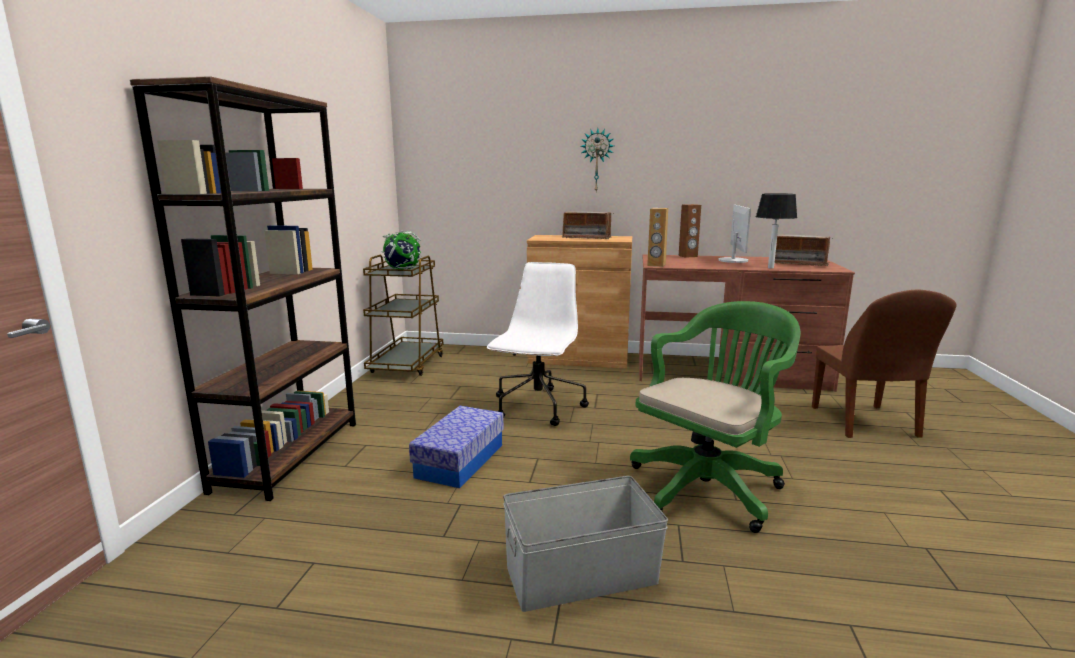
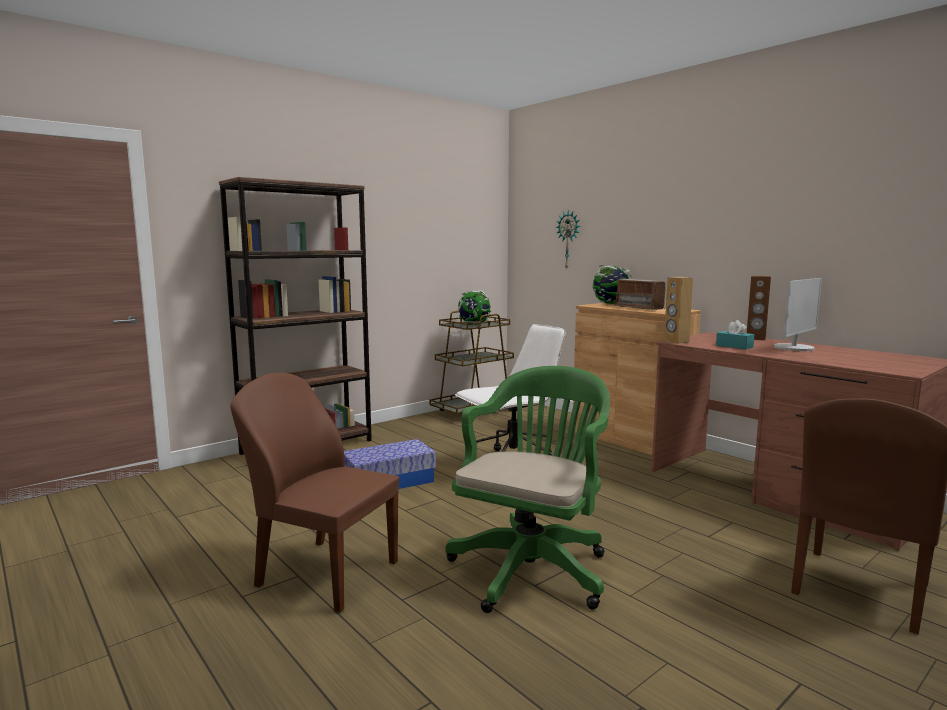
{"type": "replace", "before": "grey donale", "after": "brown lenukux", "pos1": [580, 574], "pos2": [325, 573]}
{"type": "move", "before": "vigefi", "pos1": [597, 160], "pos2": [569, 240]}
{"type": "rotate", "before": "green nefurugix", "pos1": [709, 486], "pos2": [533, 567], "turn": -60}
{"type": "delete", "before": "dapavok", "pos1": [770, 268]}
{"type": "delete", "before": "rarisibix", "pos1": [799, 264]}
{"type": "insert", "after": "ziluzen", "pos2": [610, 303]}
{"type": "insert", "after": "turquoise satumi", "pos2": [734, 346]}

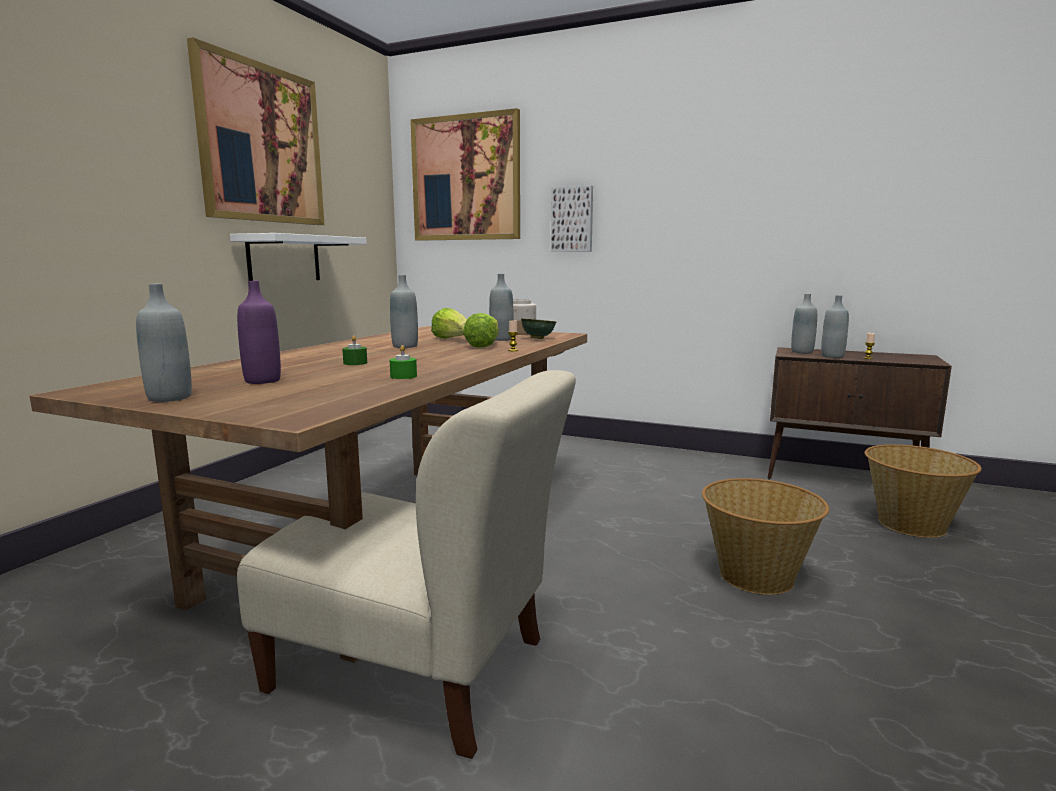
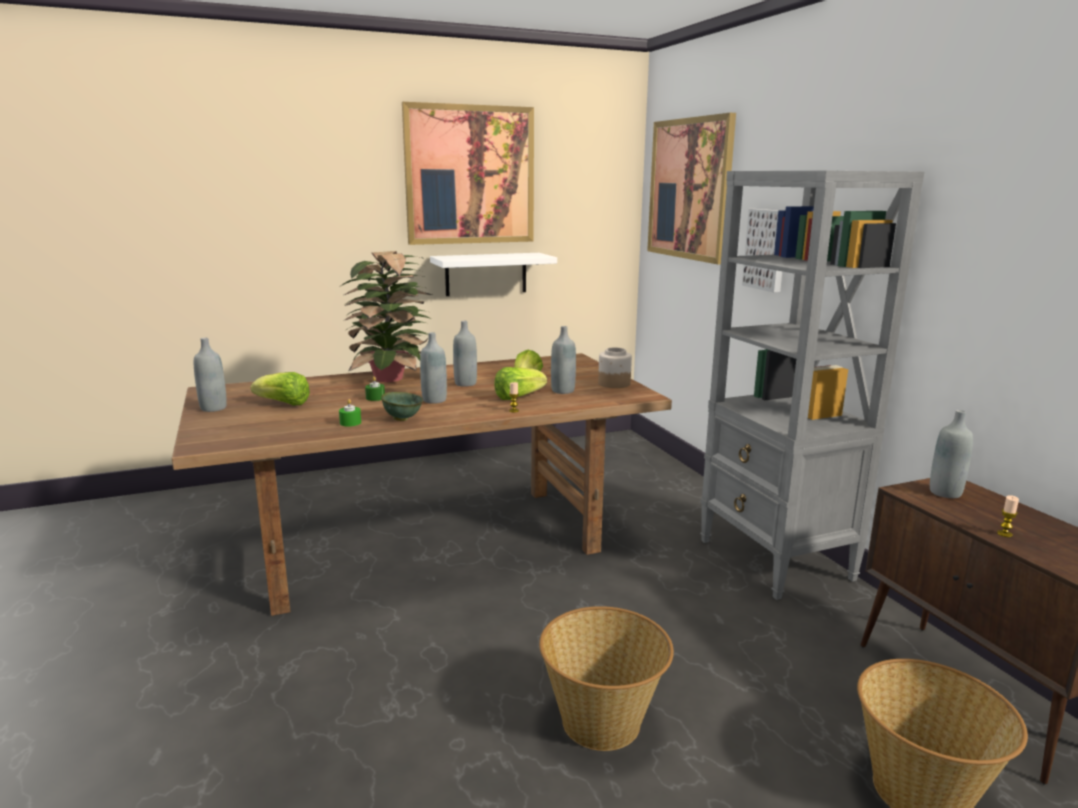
{"type": "replace", "before": "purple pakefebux", "after": "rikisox", "pos1": [262, 381], "pos2": [284, 404]}
{"type": "delete", "before": "beige lenukux", "pos1": [418, 670]}
{"type": "move", "before": "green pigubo", "pos1": [537, 339], "pos2": [402, 419]}
{"type": "move", "before": "grey pakefebux", "pos1": [832, 356], "pos2": [434, 400]}
{"type": "insert", "after": "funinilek", "pos2": [391, 379]}
{"type": "insert", "after": "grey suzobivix", "pos2": [775, 560]}

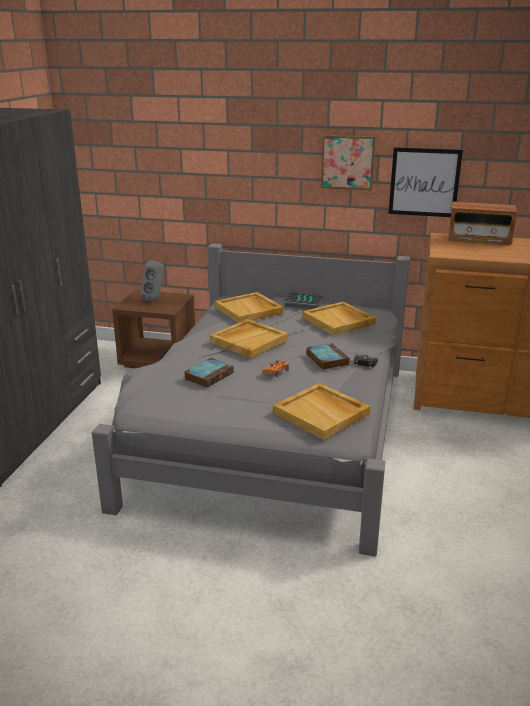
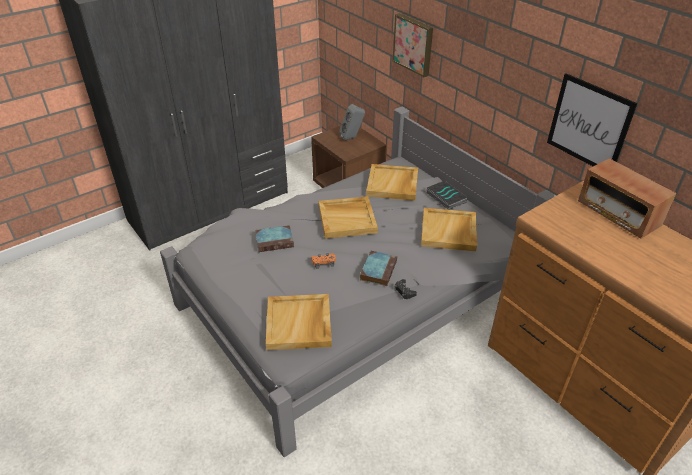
{"type": "move", "before": "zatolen", "pos1": [348, 162], "pos2": [414, 44]}

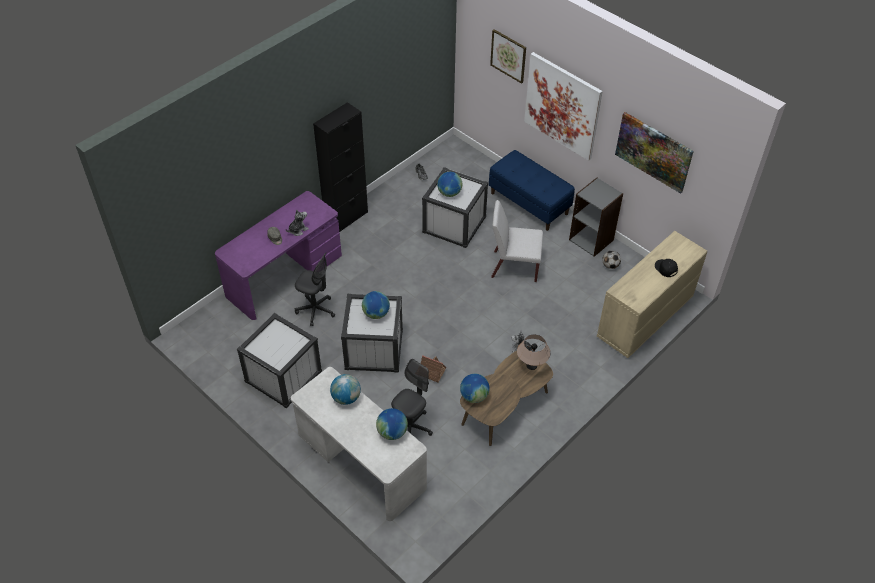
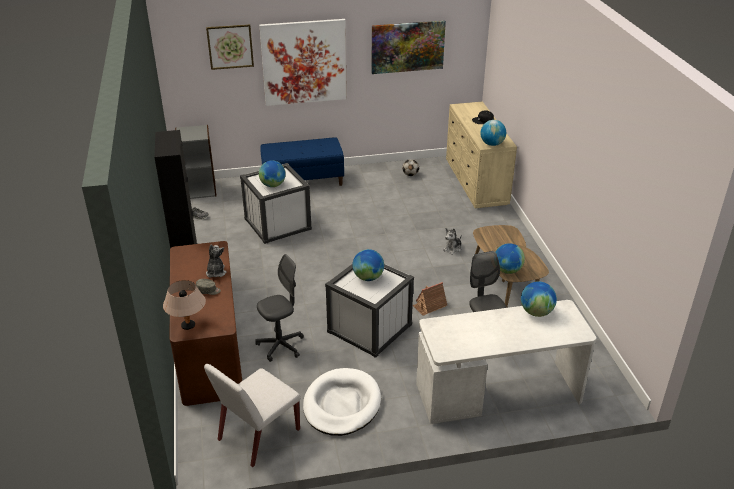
{"type": "recolor", "before": "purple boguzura", "after": "brown boguzura", "pos1": [284, 275], "pos2": [209, 349]}
{"type": "replace", "before": "white donale", "after": "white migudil", "pos1": [283, 376], "pos2": [341, 404]}
{"type": "move", "before": "ziluzen", "pos1": [346, 398], "pos2": [492, 144]}
{"type": "move", "before": "white lenukux", "pos1": [514, 266], "pos2": [258, 435]}
{"type": "move", "before": "beige dapavok", "pos1": [531, 365], "pos2": [188, 325]}
{"type": "move", "before": "grey suzobivix", "pos1": [591, 240], "pos2": [200, 189]}

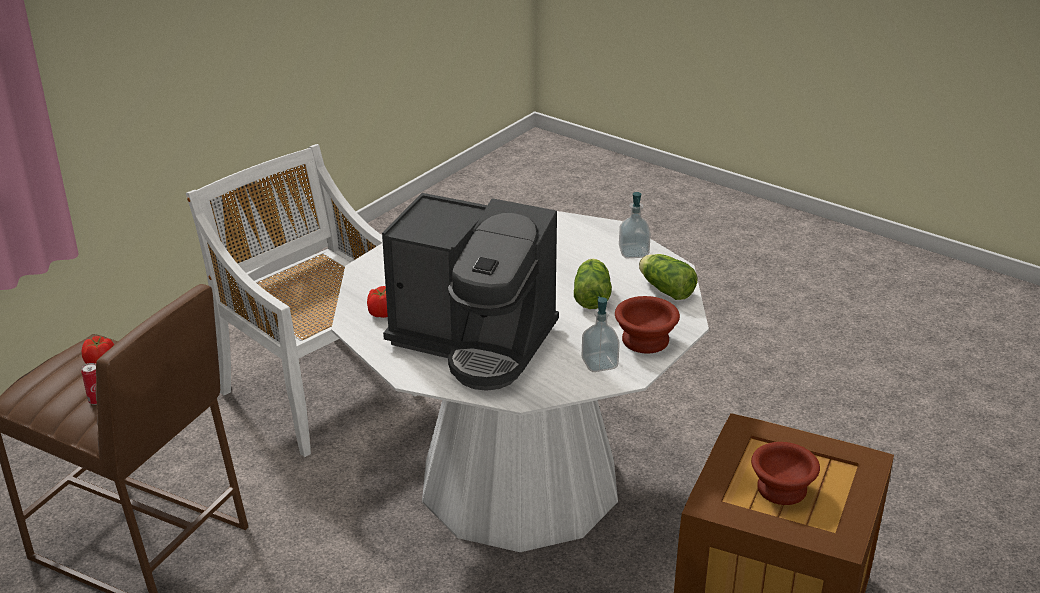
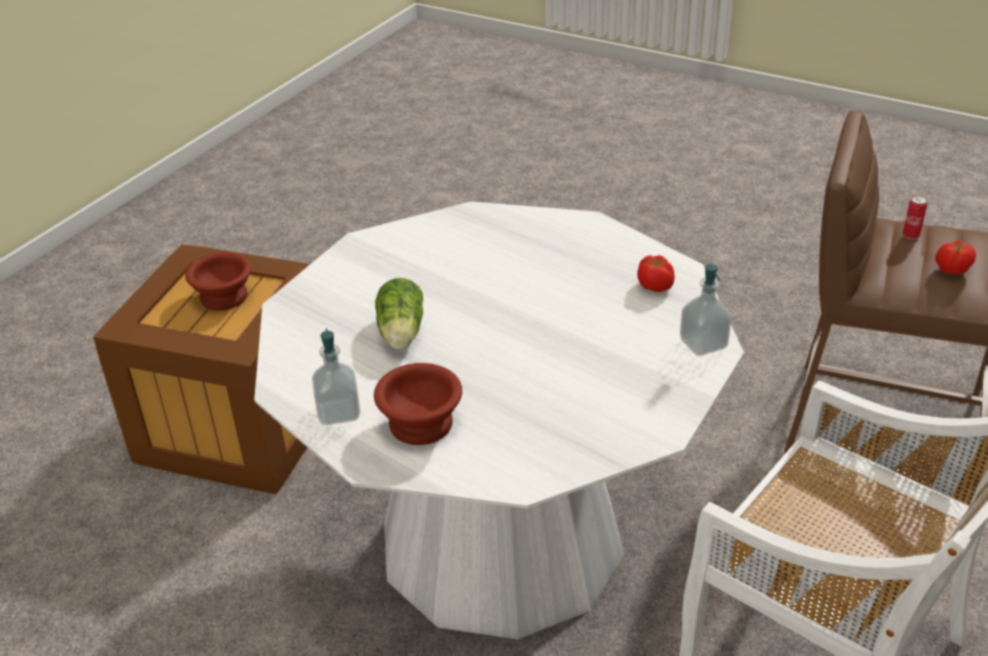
{"type": "delete", "before": "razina", "pos1": [474, 341]}
{"type": "move", "before": "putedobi", "pos1": [599, 364], "pos2": [703, 344]}
{"type": "move", "before": "brown pigubo", "pos1": [644, 341], "pos2": [422, 422]}
{"type": "delete", "before": "rikisox", "pos1": [664, 288]}

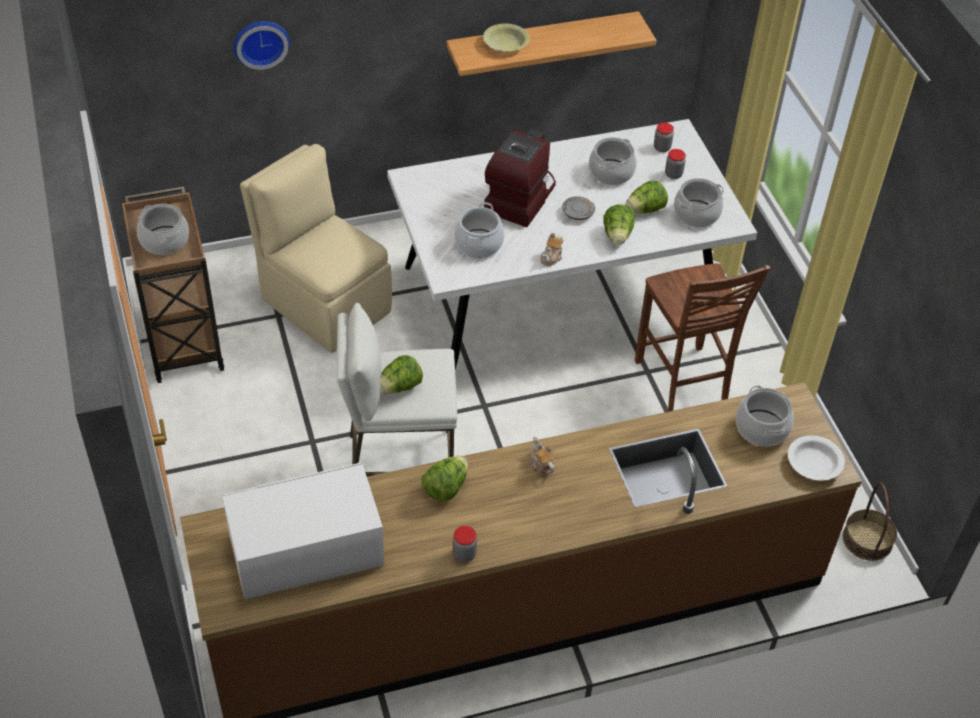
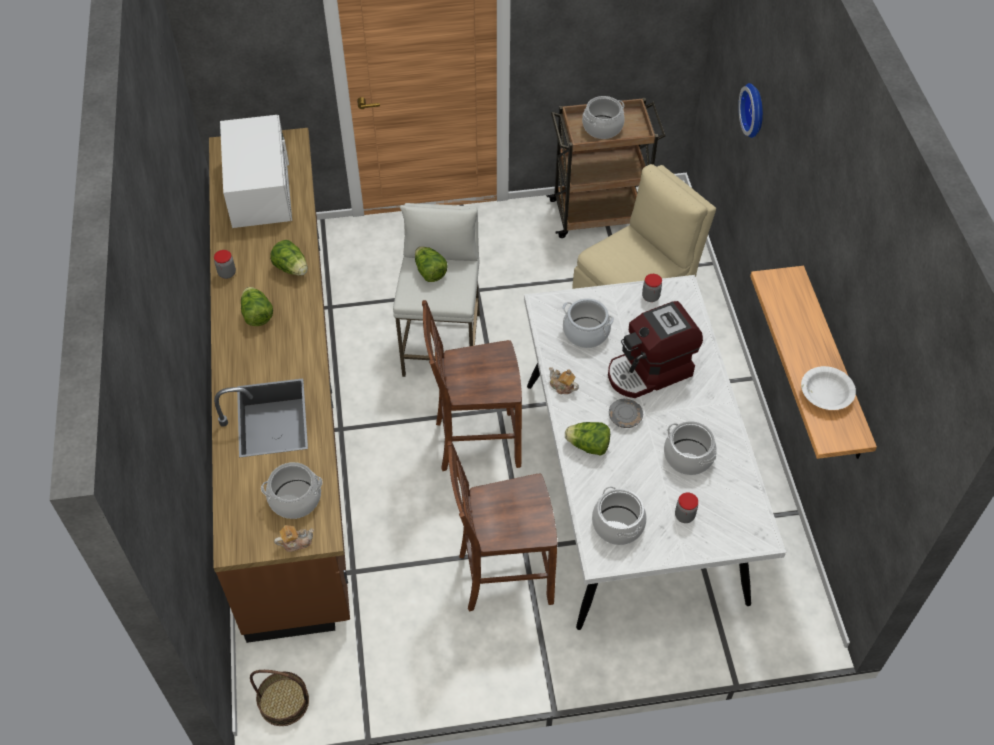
{"type": "delete", "before": "yellow pigubo", "pos1": [505, 44]}
{"type": "rotate", "before": "razina", "pos1": [520, 198], "pos2": [649, 372], "turn": 120}
{"type": "move", "before": "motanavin", "pos1": [541, 464], "pos2": [296, 542]}
{"type": "move", "before": "rikisox", "pos1": [645, 210], "pos2": [257, 315]}
{"type": "move", "before": "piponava", "pos1": [662, 148], "pos2": [650, 297]}
{"type": "move", "before": "white pigubo", "pos1": [813, 464], "pos2": [826, 393]}
{"type": "insert", "after": "brown lenukux", "pos2": [475, 442]}

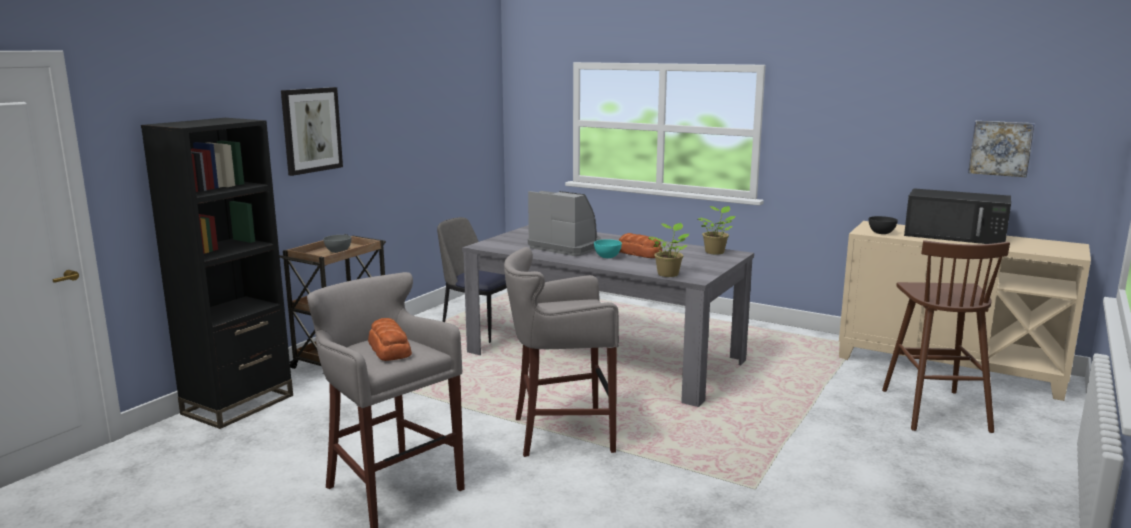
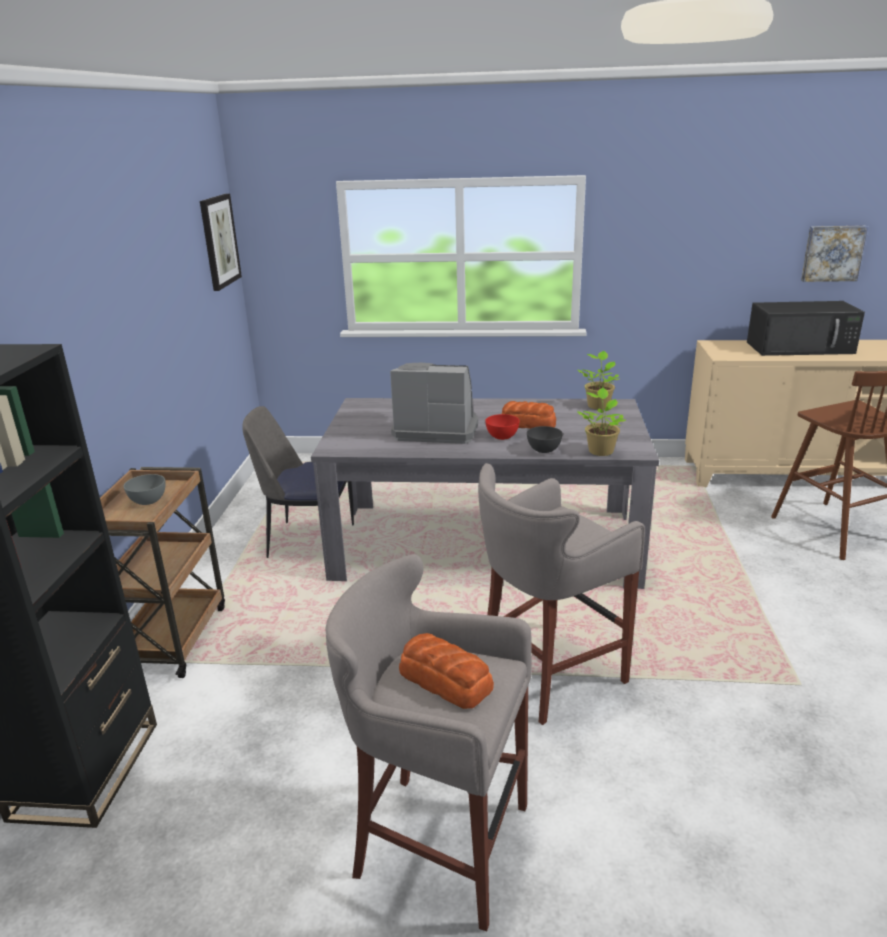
{"type": "move", "before": "zatolen", "pos1": [311, 130], "pos2": [219, 241]}
{"type": "recolor", "before": "turquoise pigubo", "after": "red pigubo", "pos1": [607, 257], "pos2": [502, 437]}
{"type": "move", "before": "grey pigubo", "pos1": [881, 233], "pos2": [543, 450]}

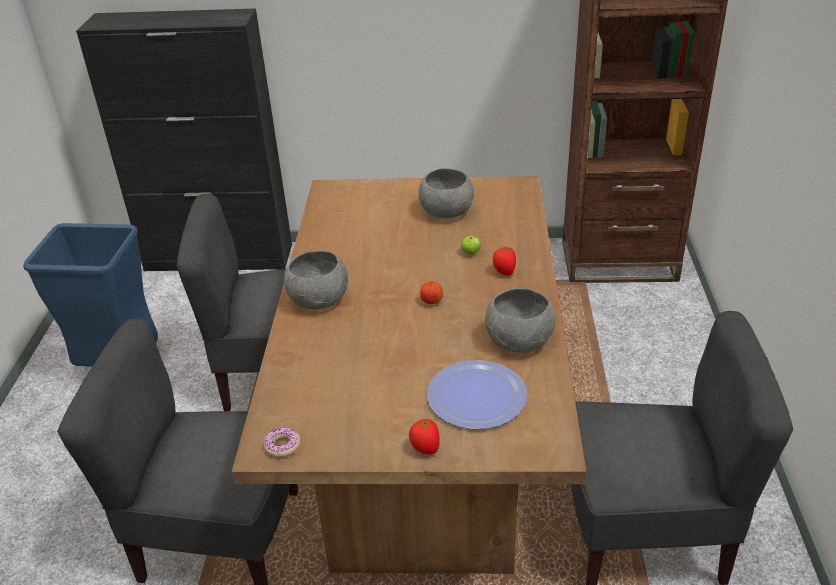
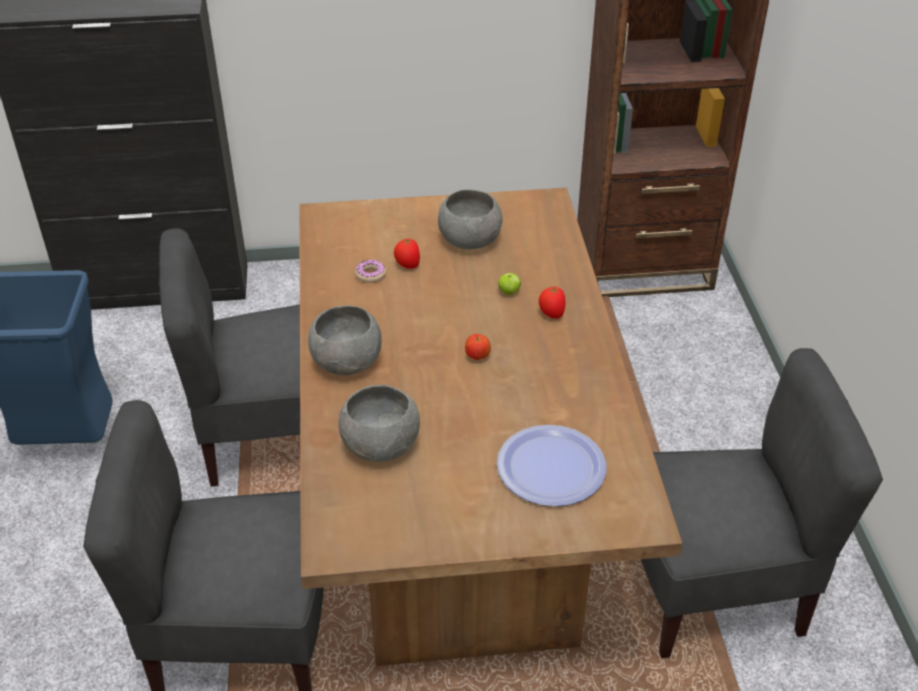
{"type": "move", "before": "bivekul", "pos1": [282, 446], "pos2": [370, 275]}
{"type": "move", "before": "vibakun", "pos1": [425, 449], "pos2": [407, 266]}
{"type": "move", "before": "grey pigubo", "pos1": [520, 341], "pos2": [381, 445]}

